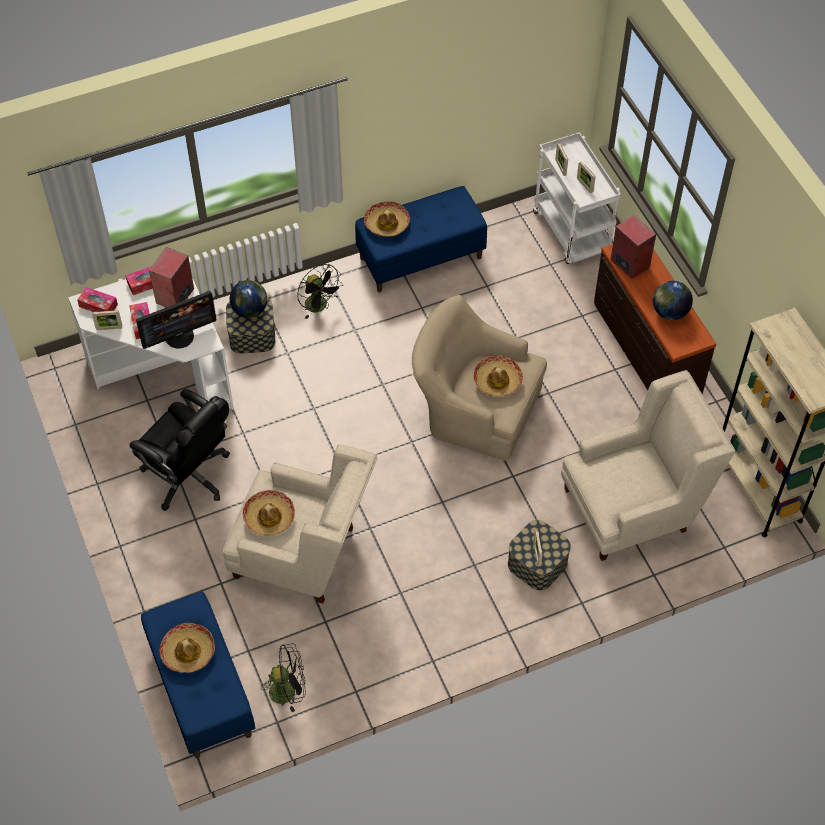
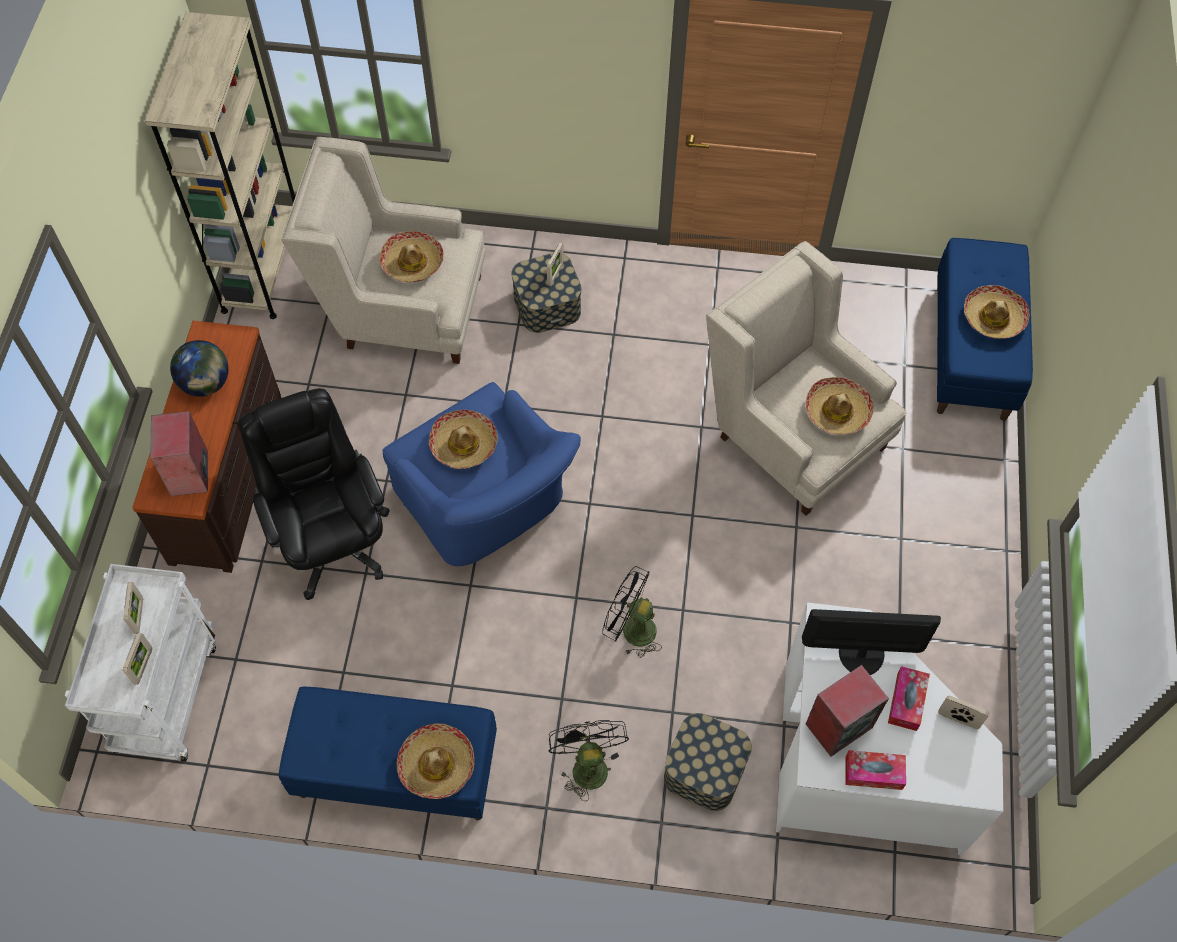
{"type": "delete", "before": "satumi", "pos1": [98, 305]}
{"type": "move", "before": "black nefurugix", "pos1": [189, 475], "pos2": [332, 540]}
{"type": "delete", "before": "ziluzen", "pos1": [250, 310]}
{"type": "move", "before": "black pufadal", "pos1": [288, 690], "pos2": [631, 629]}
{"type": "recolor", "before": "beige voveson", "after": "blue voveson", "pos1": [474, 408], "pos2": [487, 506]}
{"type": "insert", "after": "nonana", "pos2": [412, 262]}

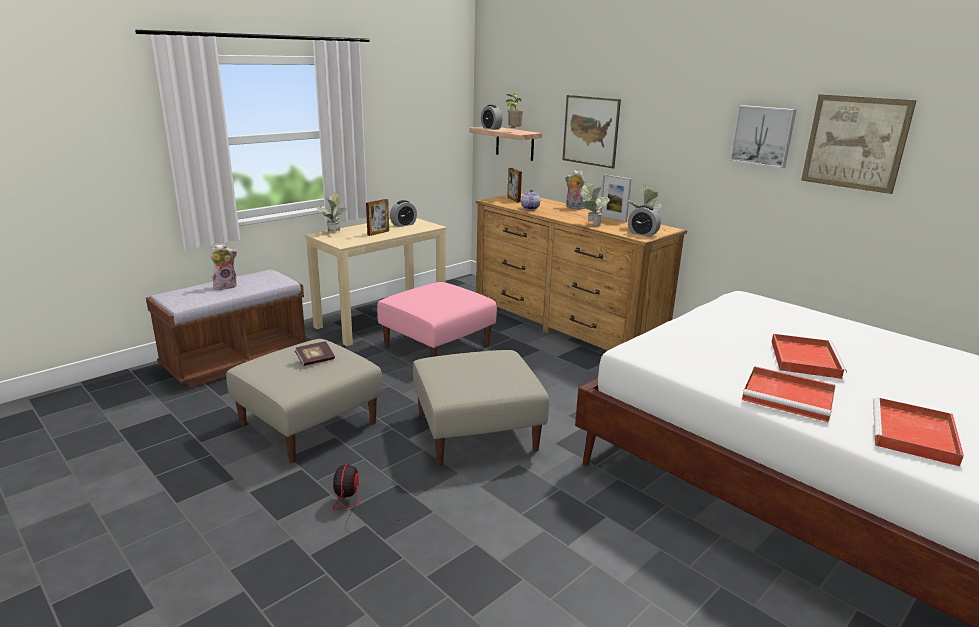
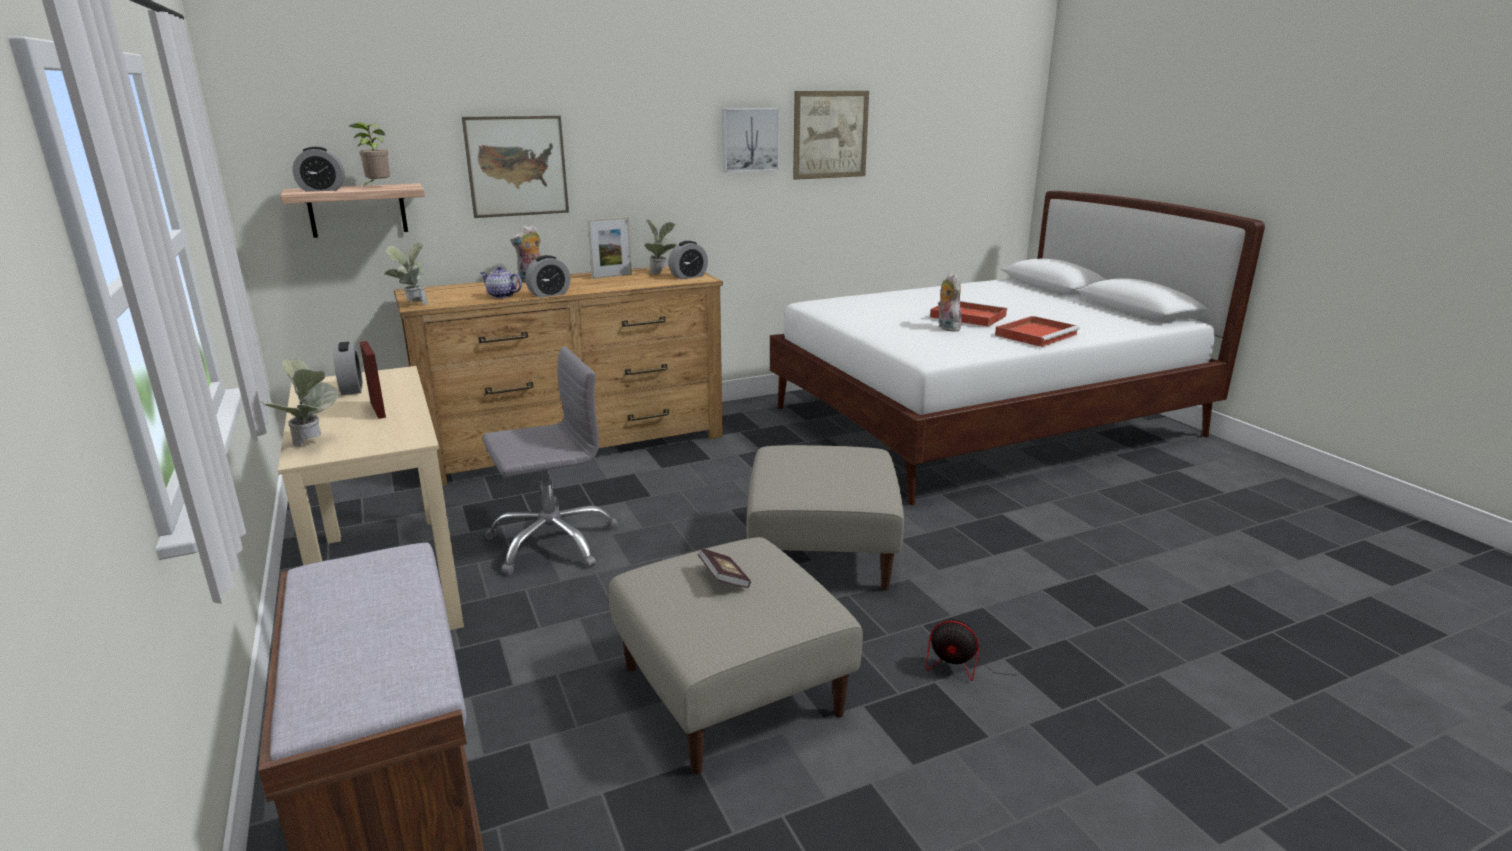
{"type": "move", "before": "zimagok", "pos1": [225, 286], "pos2": [946, 328]}
{"type": "replace", "before": "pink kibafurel", "after": "grey nefurugix", "pos1": [437, 346], "pos2": [552, 542]}
{"type": "delete", "before": "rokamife", "pos1": [513, 199]}
{"type": "move", "before": "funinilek", "pos1": [591, 224], "pos2": [412, 305]}
{"type": "delete", "before": "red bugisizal", "pos1": [914, 435]}
{"type": "insert", "after": "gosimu", "pos2": [549, 294]}

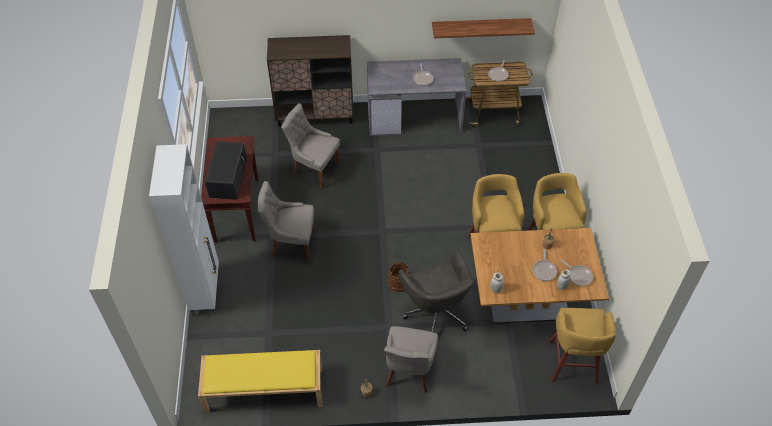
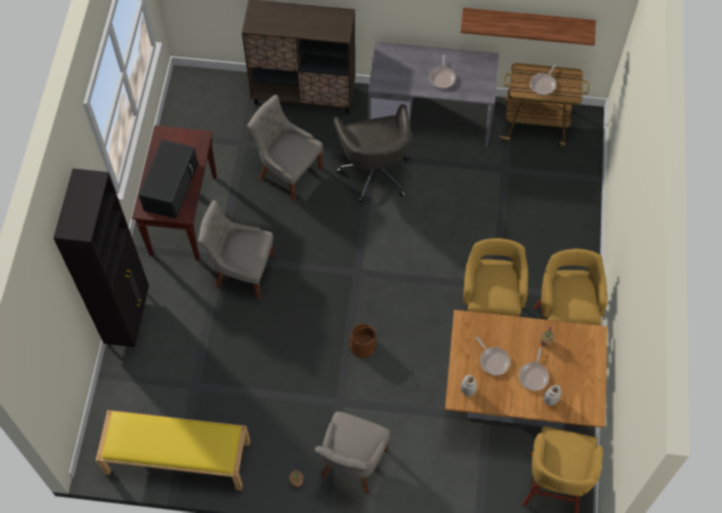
{"type": "recolor", "before": "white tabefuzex", "after": "black tabefuzex", "pos1": [206, 291], "pos2": [130, 320]}
{"type": "move", "before": "grey nefurugix", "pos1": [436, 312], "pos2": [375, 171]}
{"type": "move", "before": "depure", "pos1": [578, 275], "pos2": [493, 360]}

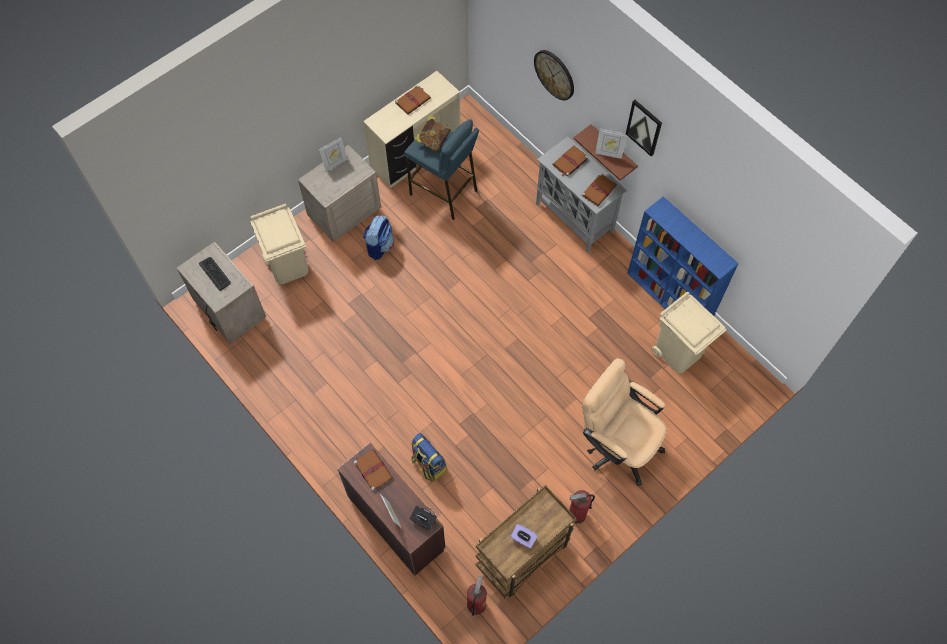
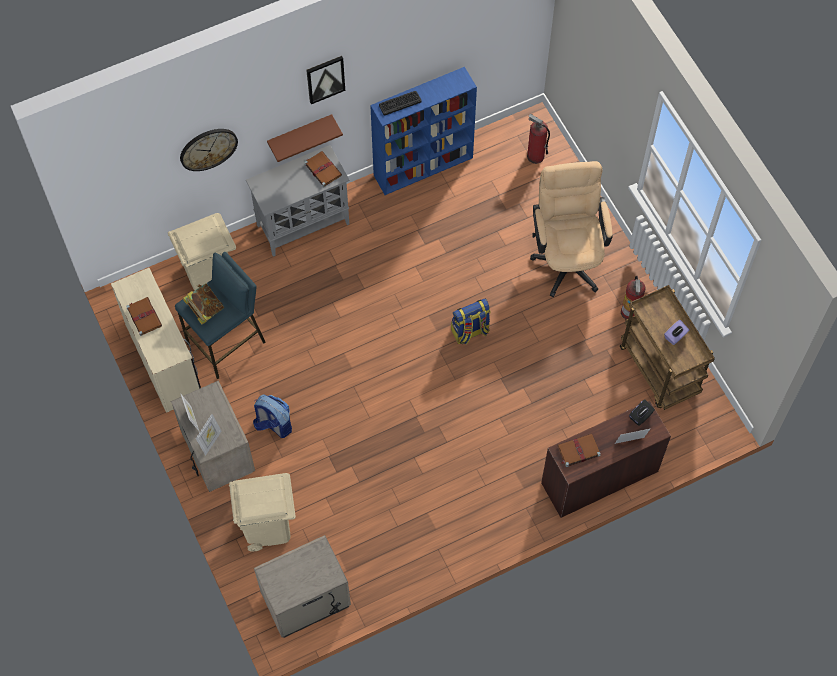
{"type": "move", "before": "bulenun", "pos1": [215, 273], "pos2": [400, 103]}
{"type": "move", "before": "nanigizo", "pos1": [428, 464], "pos2": [470, 331]}
{"type": "move", "before": "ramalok", "pos1": [476, 604], "pos2": [535, 156]}
{"type": "delete", "before": "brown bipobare", "pos1": [570, 162]}
{"type": "rotate", "before": "beige nefurugix", "pos1": [617, 443], "pos2": [567, 257], "turn": 120}
{"type": "move", "before": "rokamife", "pos1": [608, 153], "pos2": [210, 441]}
{"type": "move", "before": "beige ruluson", "pos1": [679, 352], "pos2": [209, 275]}

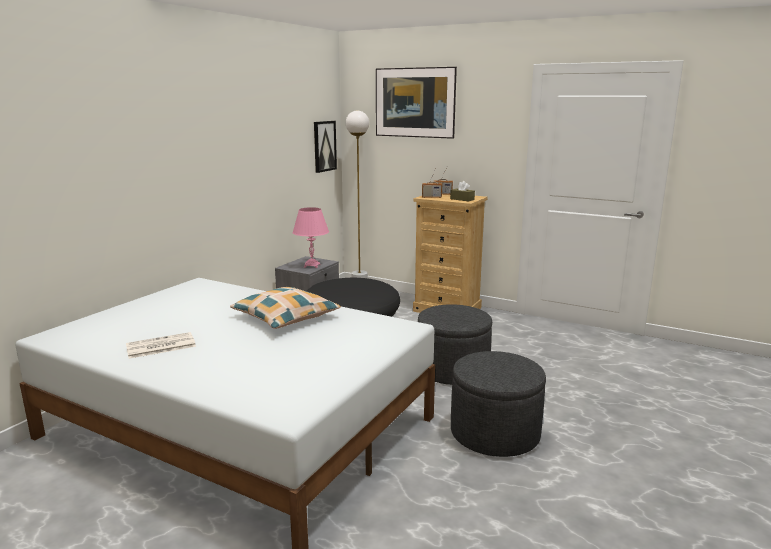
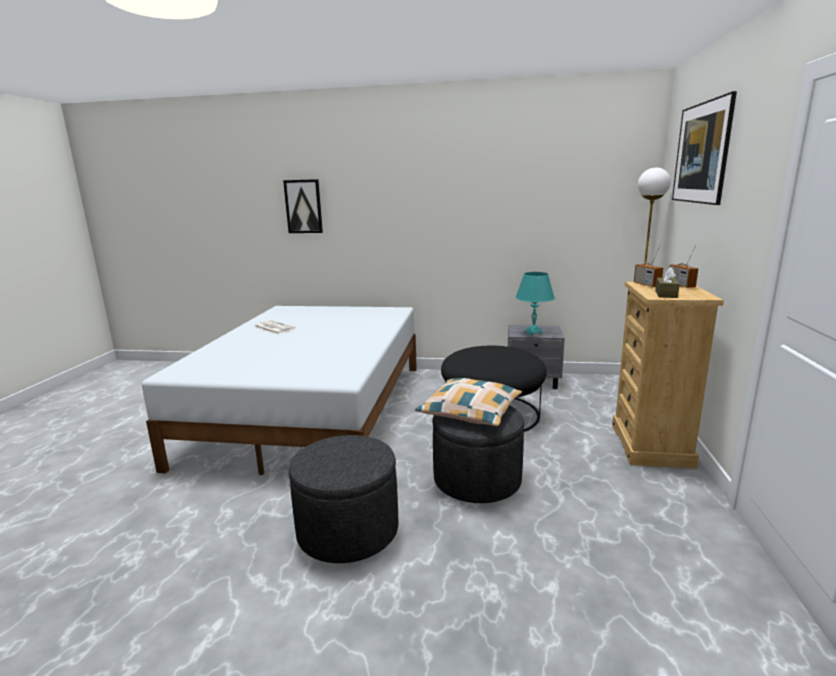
{"type": "move", "before": "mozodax", "pos1": [286, 317], "pos2": [470, 411]}
{"type": "recolor", "before": "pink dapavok", "after": "turquoise dapavok", "pos1": [312, 266], "pos2": [533, 333]}
{"type": "move", "before": "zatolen", "pos1": [324, 146], "pos2": [303, 206]}

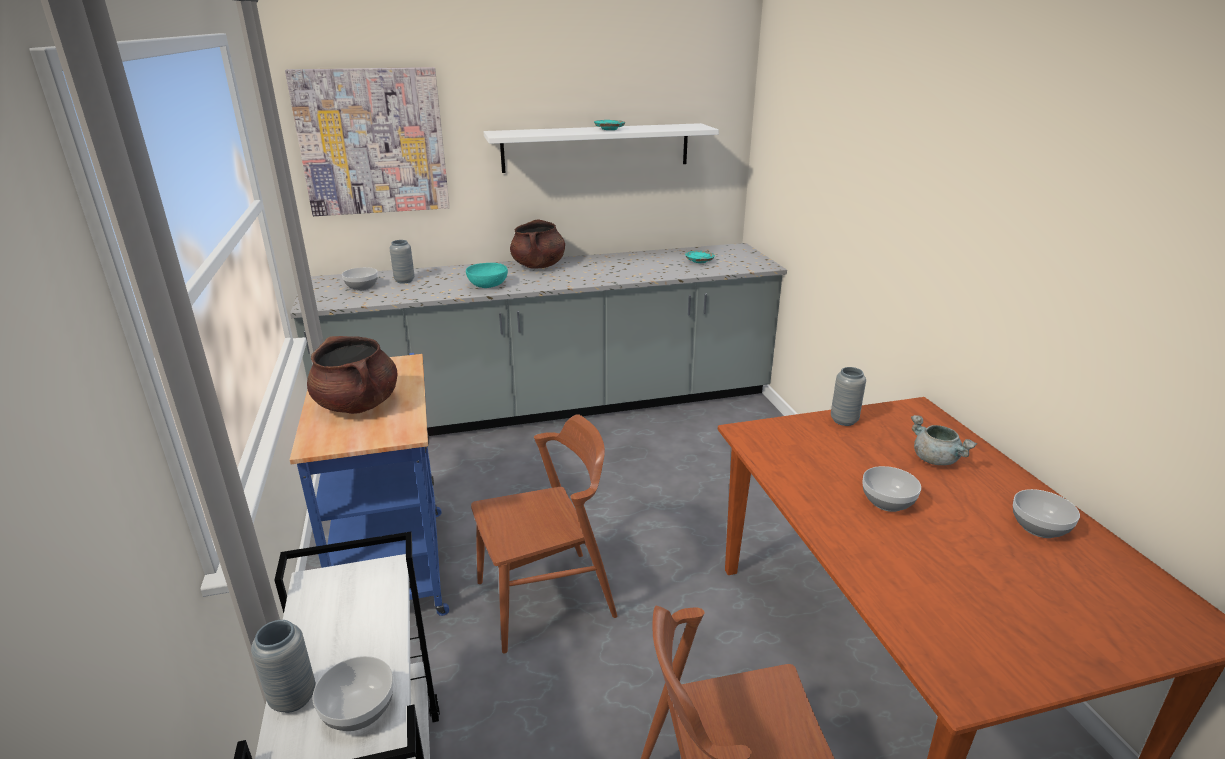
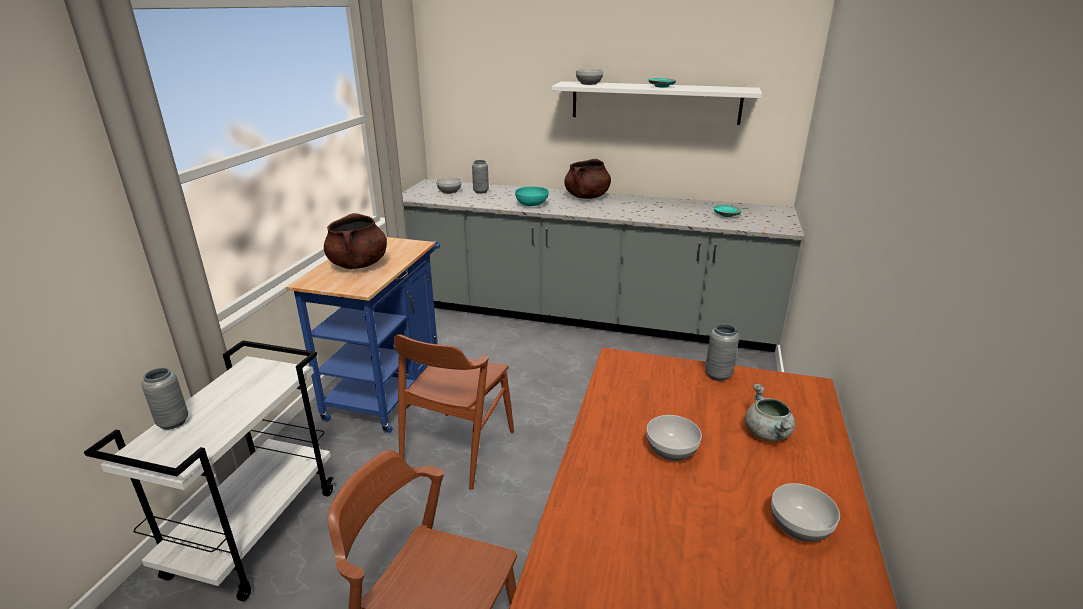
{"type": "delete", "before": "zatolen", "pos1": [372, 142]}
{"type": "move", "before": "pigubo", "pos1": [360, 709], "pos2": [589, 83]}
{"type": "rotate", "before": "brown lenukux", "pos1": [546, 599], "pos2": [458, 448], "turn": 105}

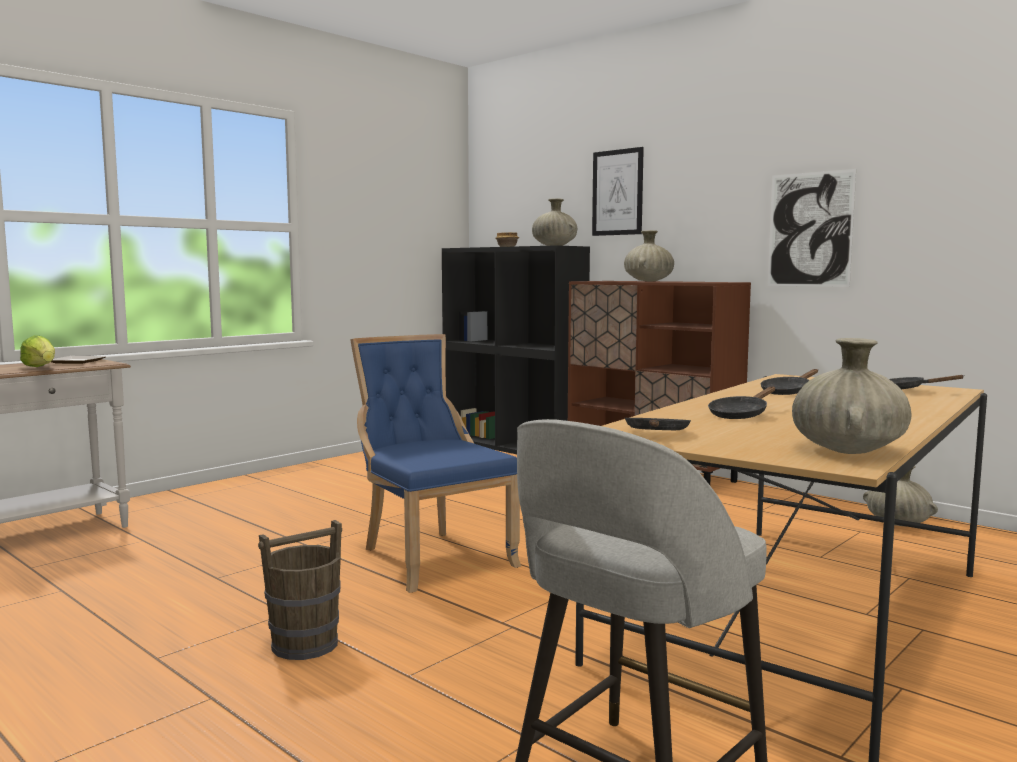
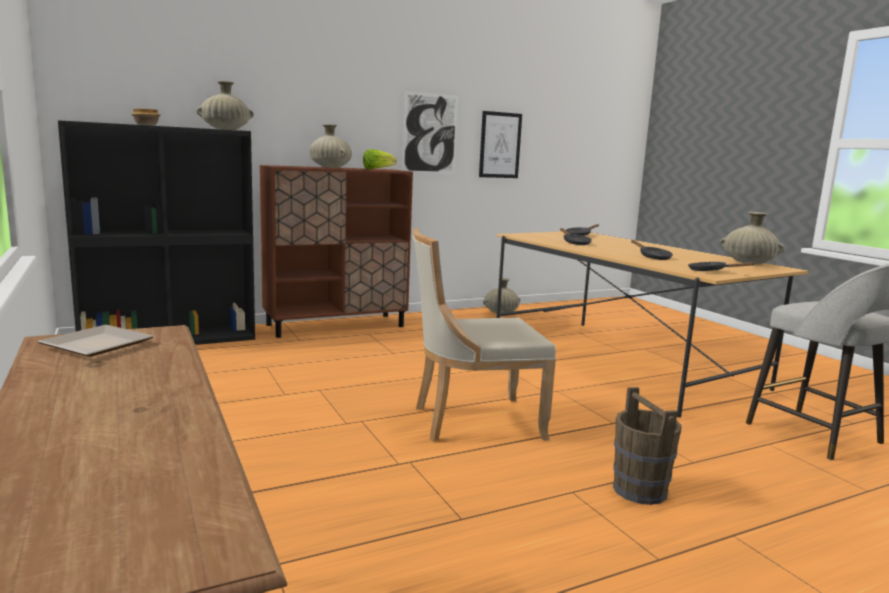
{"type": "move", "before": "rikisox", "pos1": [41, 368], "pos2": [377, 169]}
{"type": "recolor", "before": "blue lenukux", "after": "beige lenukux", "pos1": [431, 557], "pos2": [472, 421]}
{"type": "move", "before": "zatolen", "pos1": [617, 192], "pos2": [500, 145]}

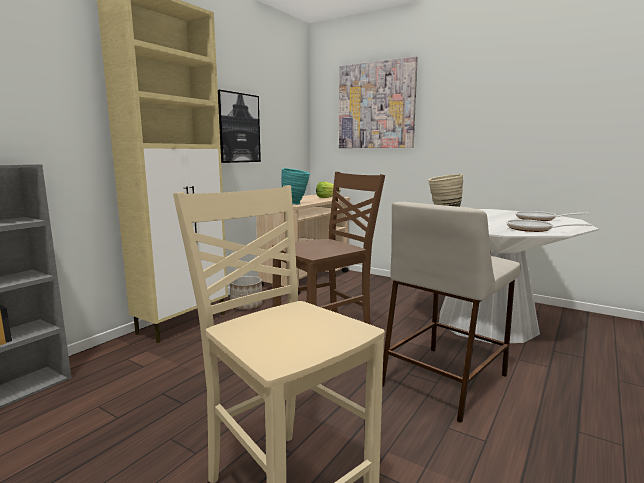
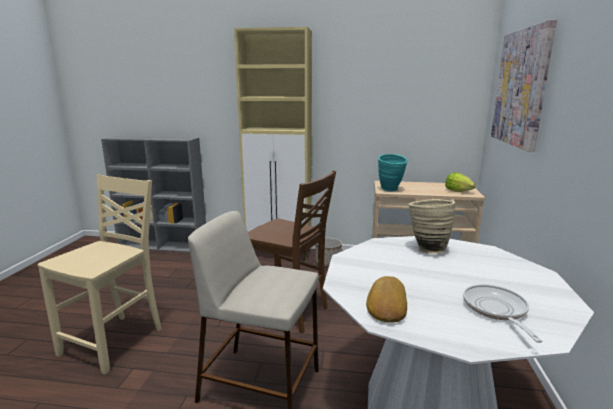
{"type": "delete", "before": "zatolen", "pos1": [238, 128]}
{"type": "replace", "before": "depure", "after": "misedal", "pos1": [533, 229], "pos2": [386, 304]}

